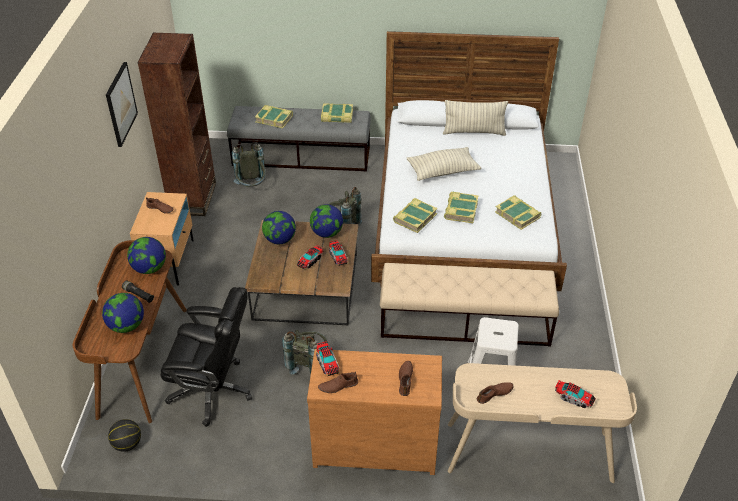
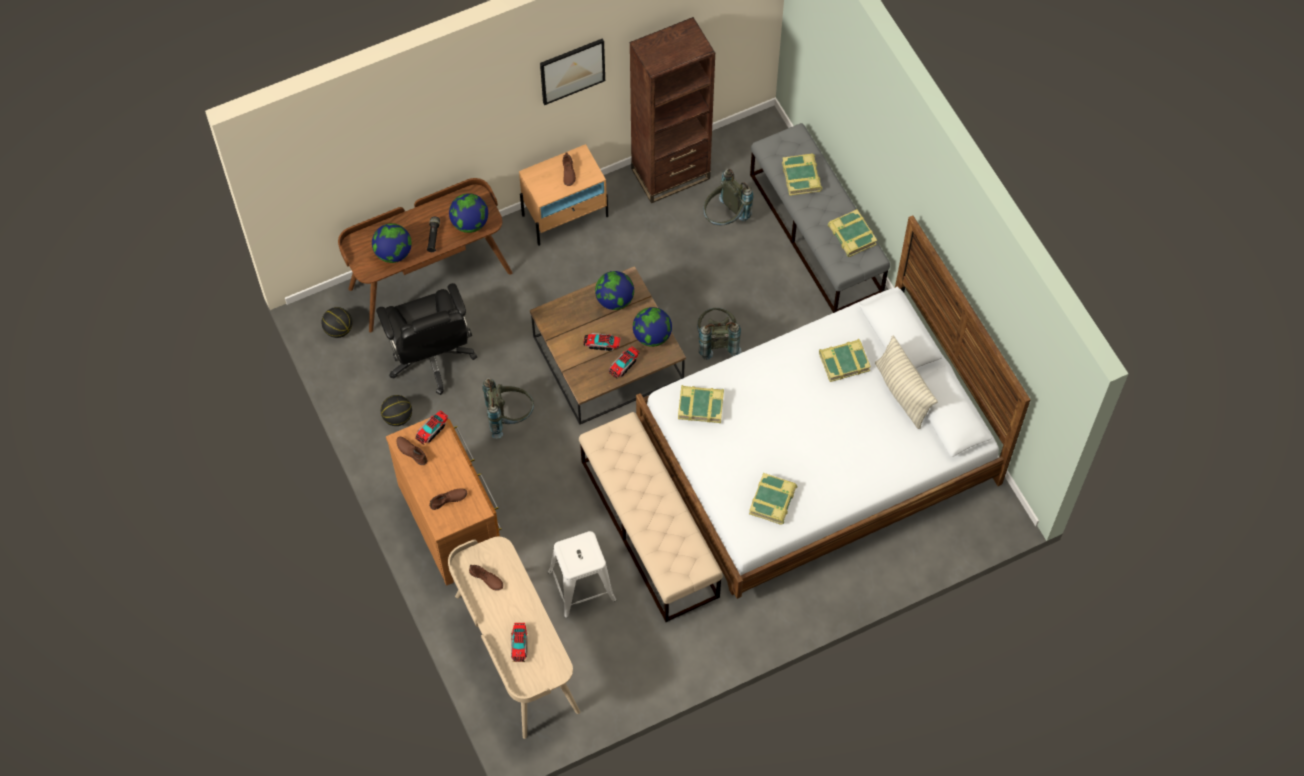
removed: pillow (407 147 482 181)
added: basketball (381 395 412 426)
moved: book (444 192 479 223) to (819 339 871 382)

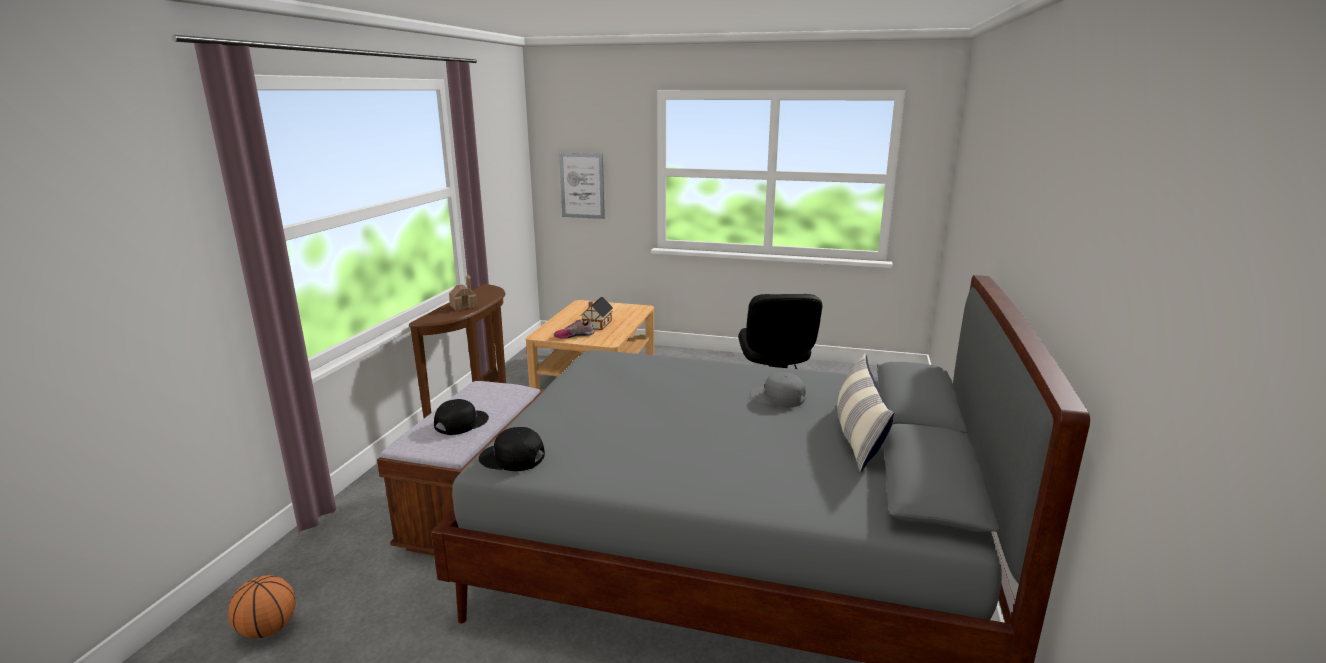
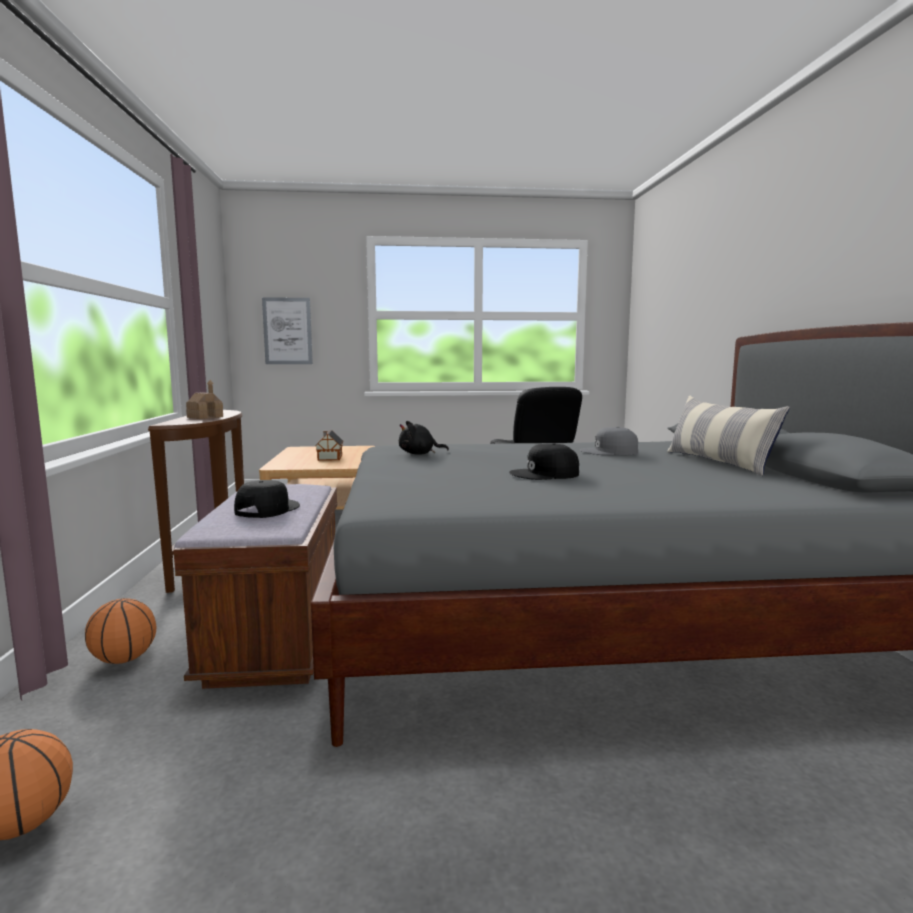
removed: low shoe (554 319 594 339)
added: basketball (85 598 156 664); blackish soft toy (399 421 449 455)
moved: blackish peaked cap (479 427 545 471) to (509 443 579 480)

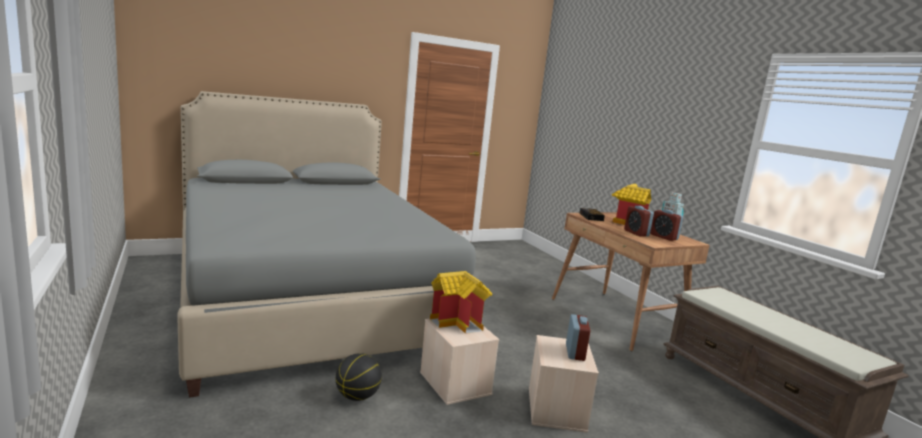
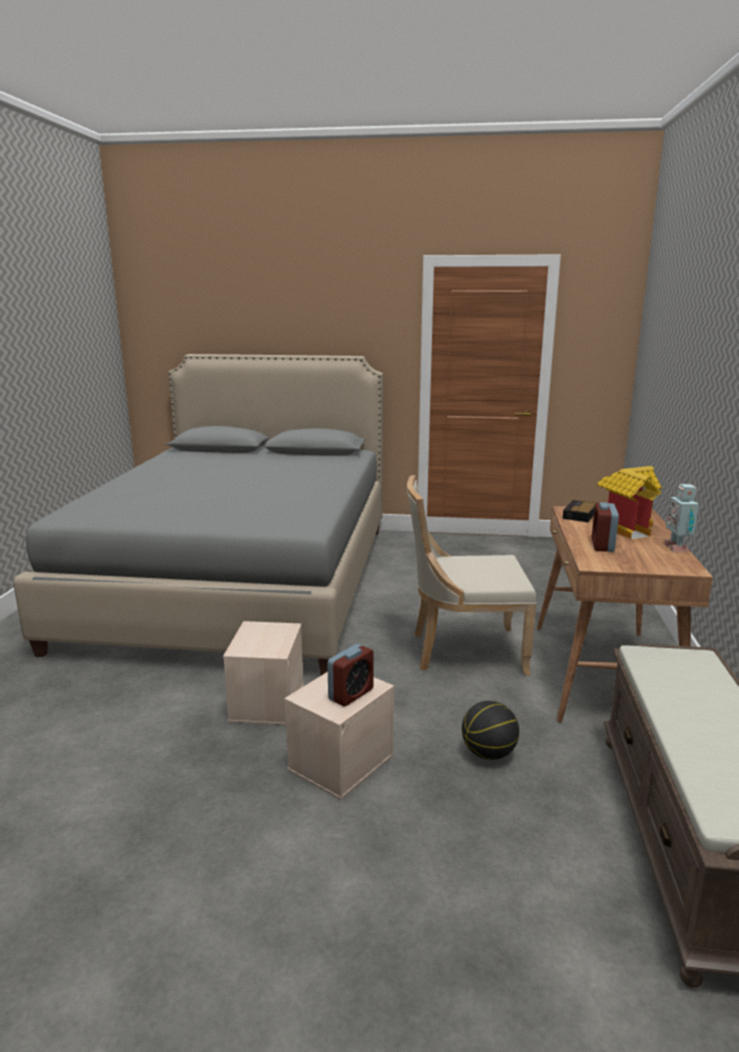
removed: miniature house (430 271 492 334); bedside clock (650 210 683 241)
added: beige-coloured chair (407 475 536 675)
moved: basketball (336 353 382 401) to (462 701 519 760)

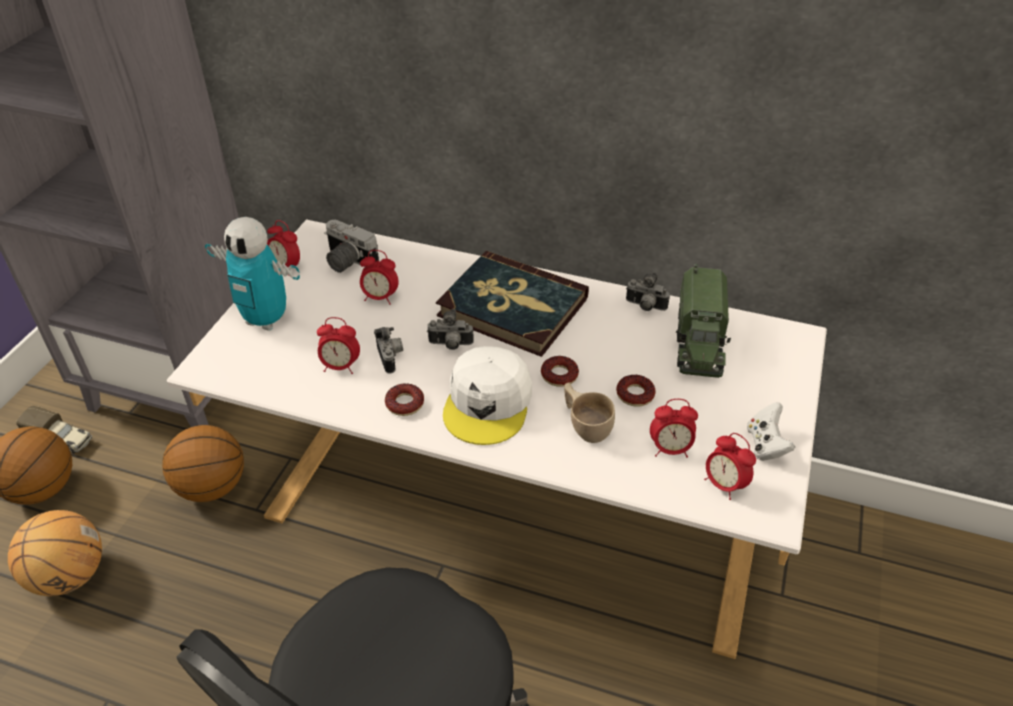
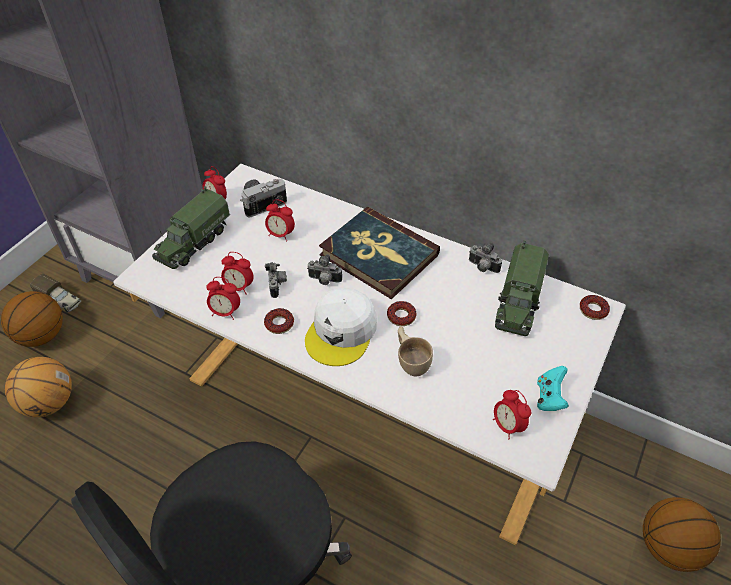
moved: basketball (162 425 244 502) to (643 497 721 572); donut (616 375 655 406) to (580 295 610 320); bedside clock (650 399 698 458) to (206 277 240 320)
replaced: robot figure (205 217 300 331) to toy truck (152 186 230 269)
recoloured: white-coloured joypad (747 402 795 461) to blue-green joypad (537 366 569 411)
turned: still camera (324 220 379 273) = (240 179 287 217) 105 degrees clockwise

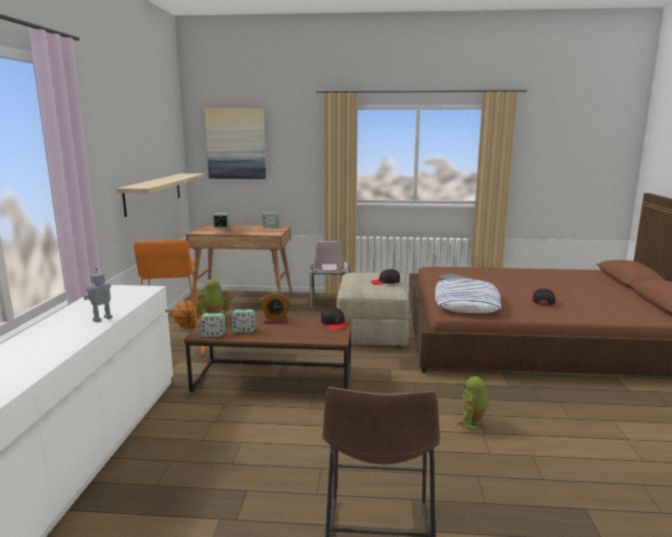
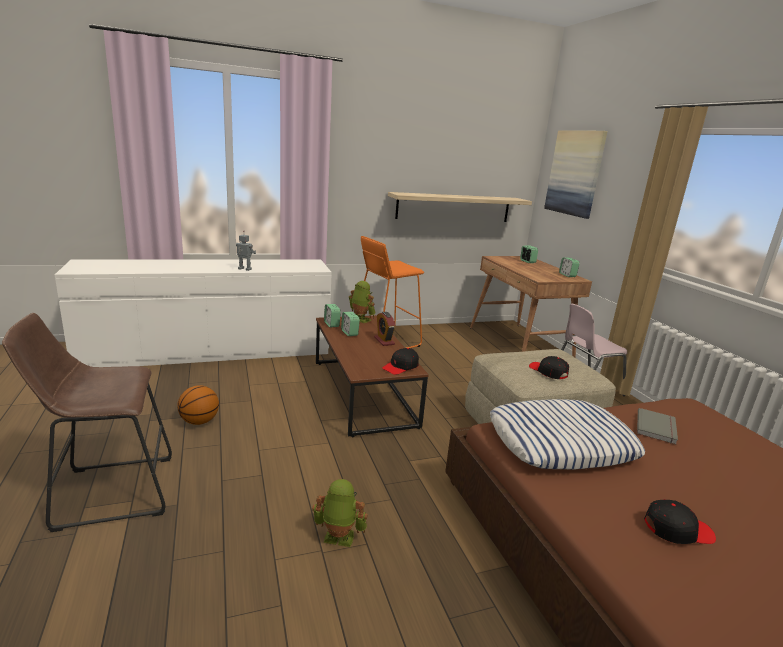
moved: basketball (173 301 199 327) to (178 385 219 425)

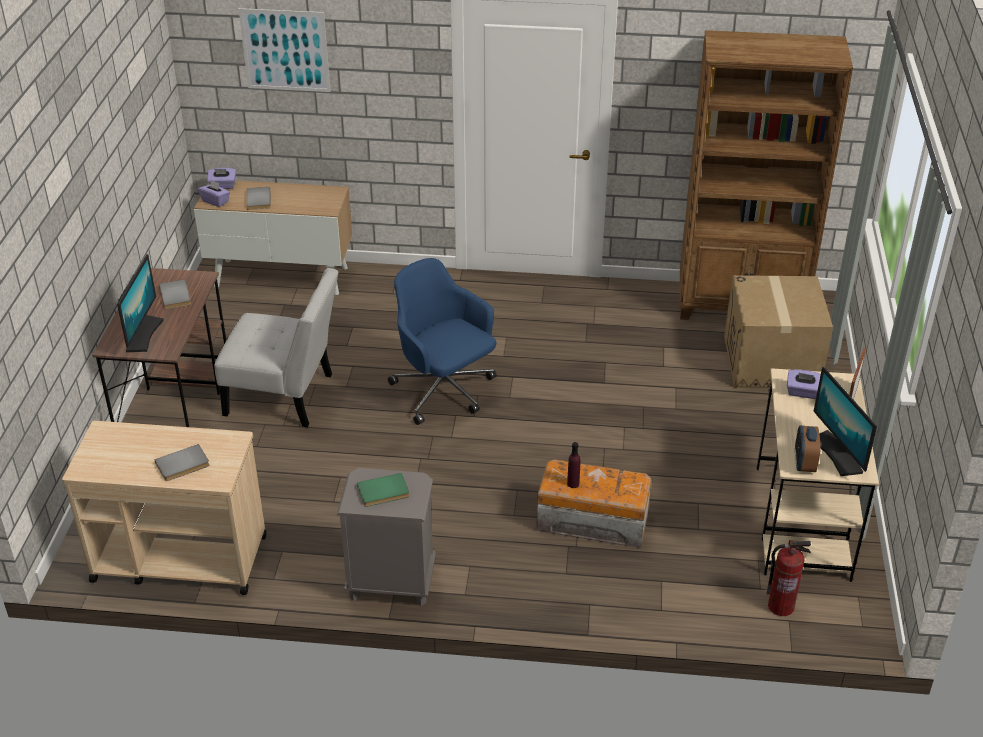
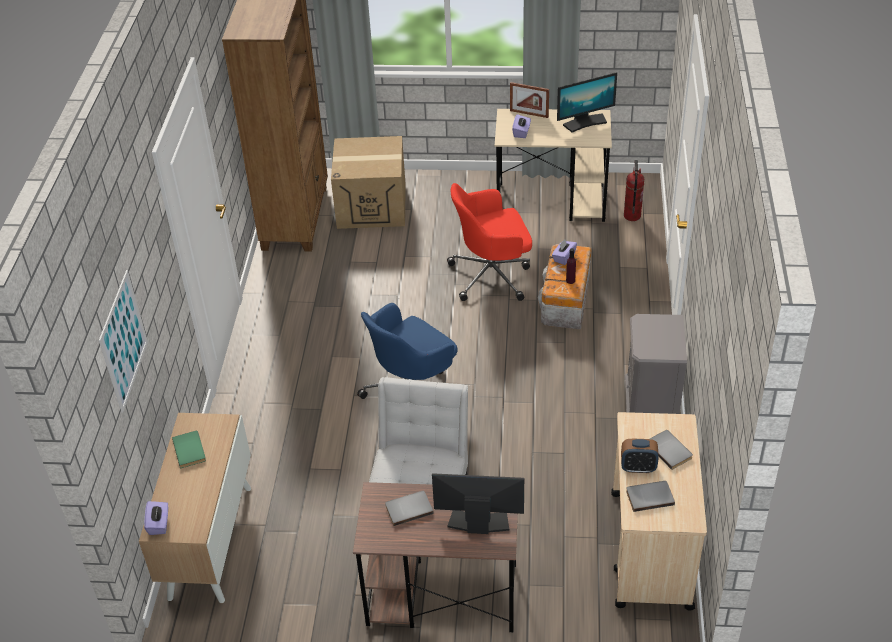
added: reddish desk chair (447 183 532 301)
moved: purple box of tissues (198 180 230 207) to (552 239 577 265); gray book (247 187 271 210) to (626 481 675 512); green book (357 473 409 507) to (172 431 206 468); bedside clock (795 426 821 472) to (621 439 659 473)

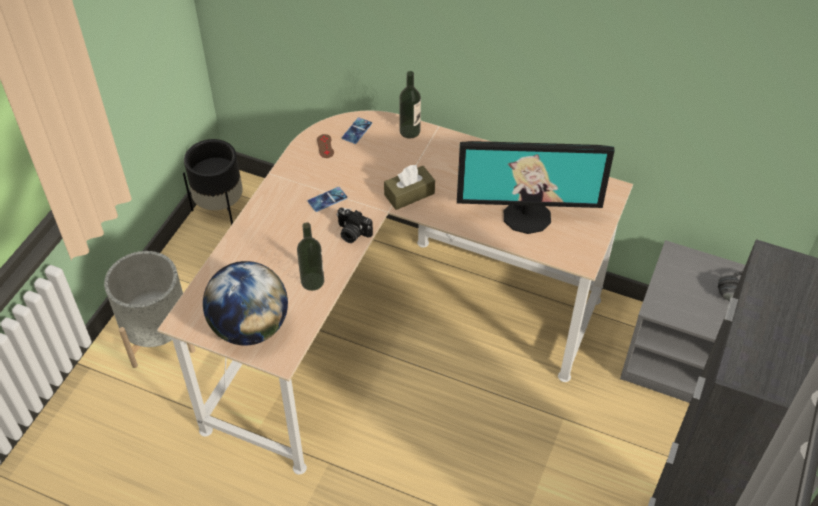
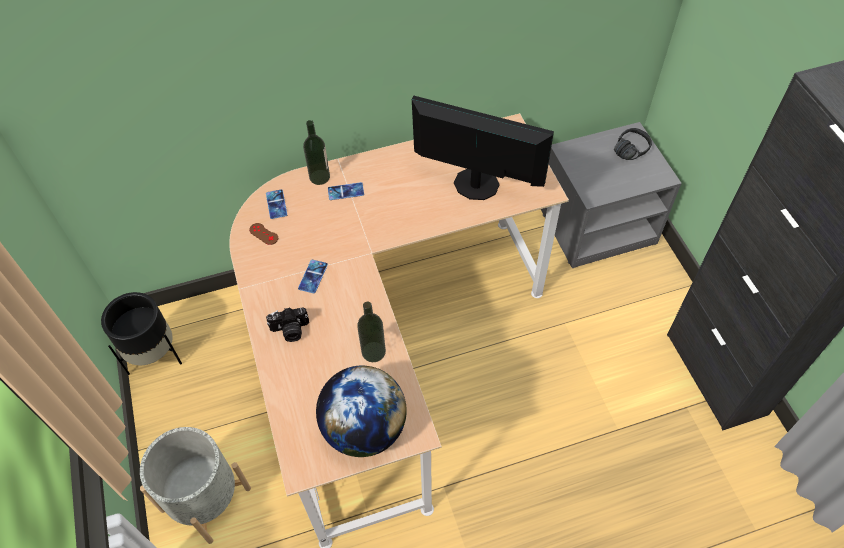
removed: brownish box of tissues (384 165 435 210)
added: telephone (328 182 364 200)
moved: still camera (336 207 373 243) to (266 307 309 342)
turned: computer display (457 141 615 234) = (412 95 554 200) 120 degrees counterclockwise

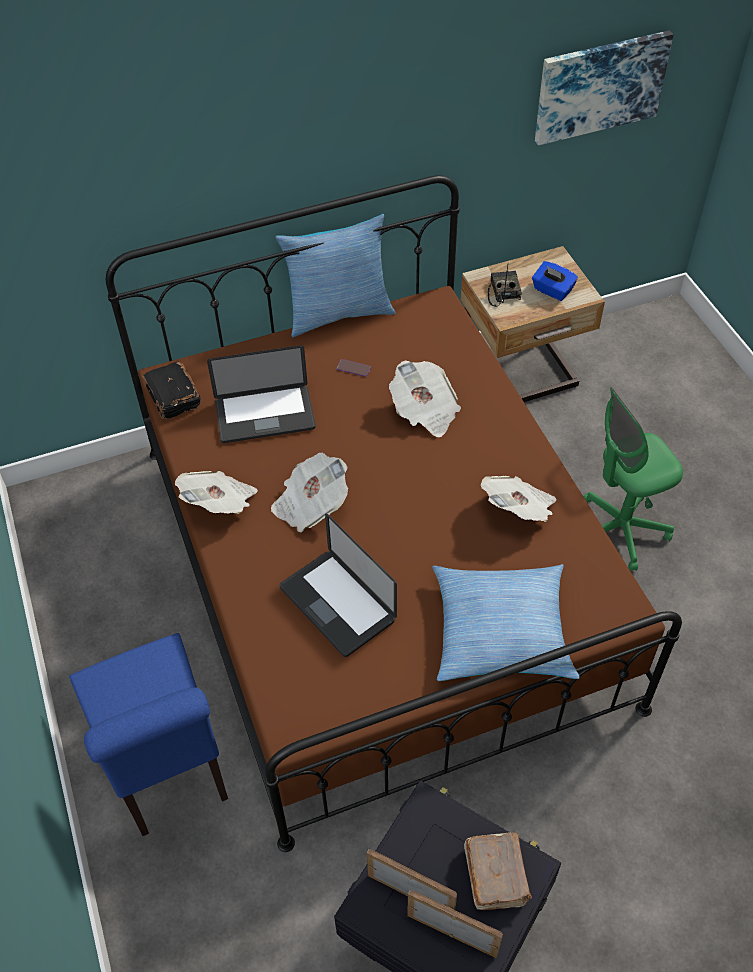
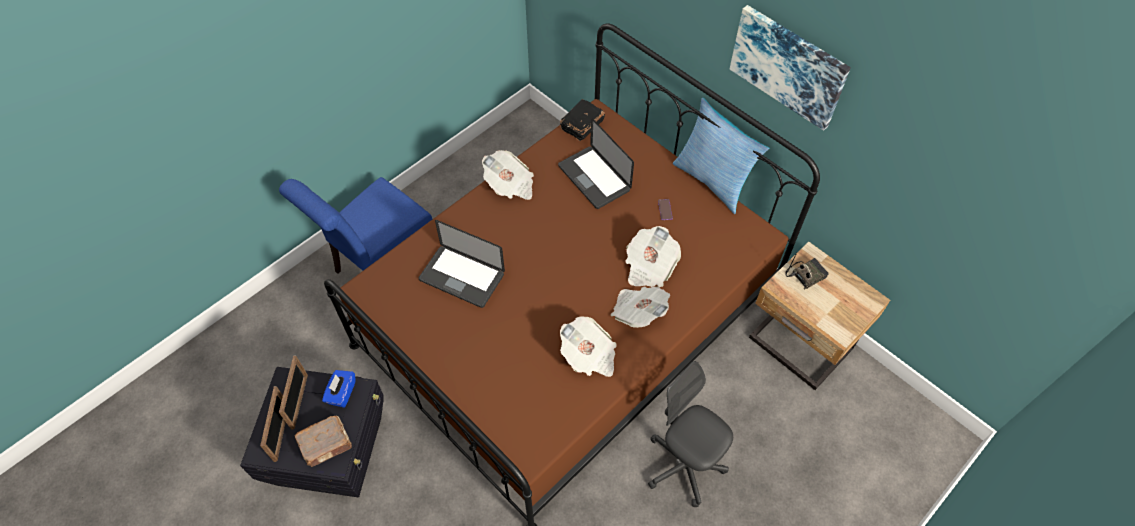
removed: pillow (432 564 580 681)
moved: daily paper (271 453 348 533) to (610 286 670 328); bluish box of tissues (532 261 578 301) to (322 370 355 408); picture (535 31 673 145) to (730 5 851 131)
recoloured: green desk chair (583 387 683 571) to gray desk chair (648 361 733 507)
turned: laptop (279 513 397 657) = (419 220 505 308) 90 degrees counterclockwise

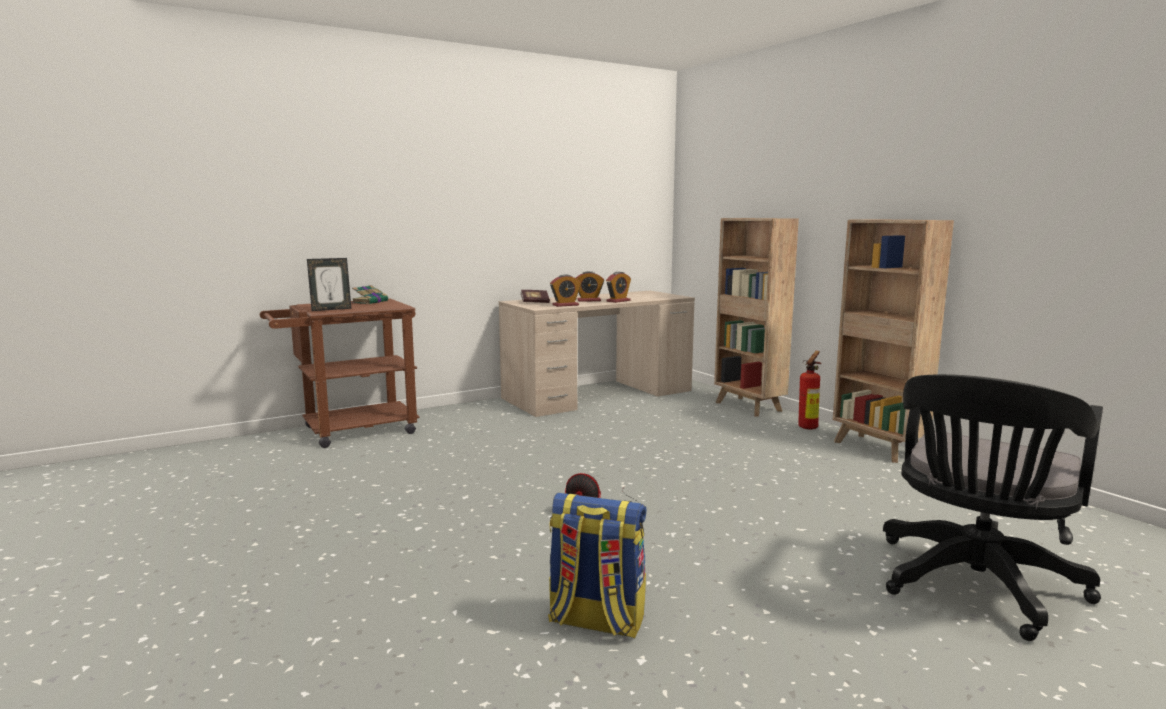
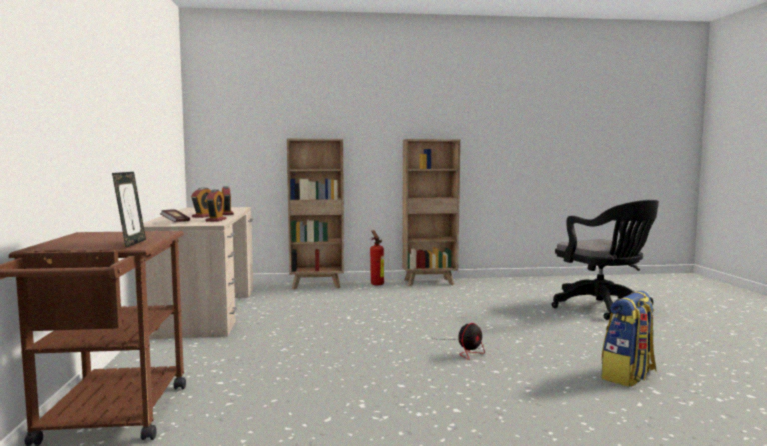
removed: book (352 285 388 304)

